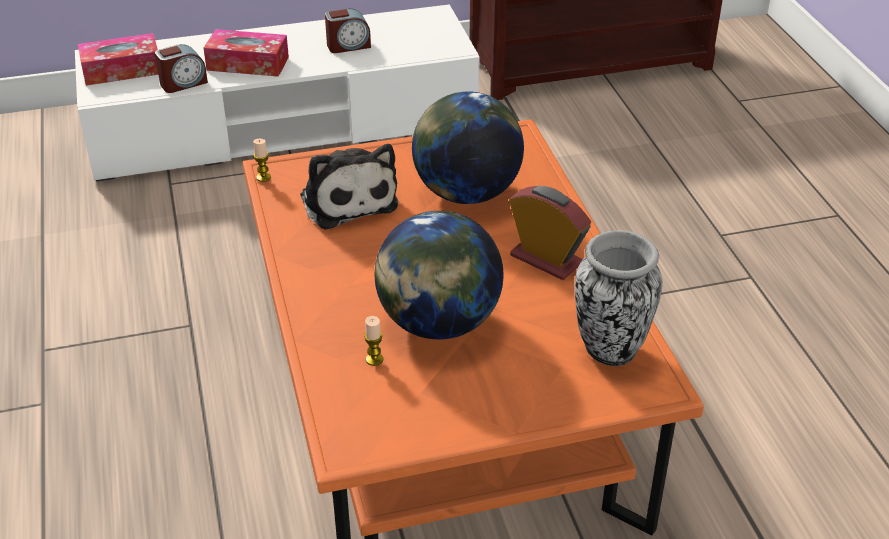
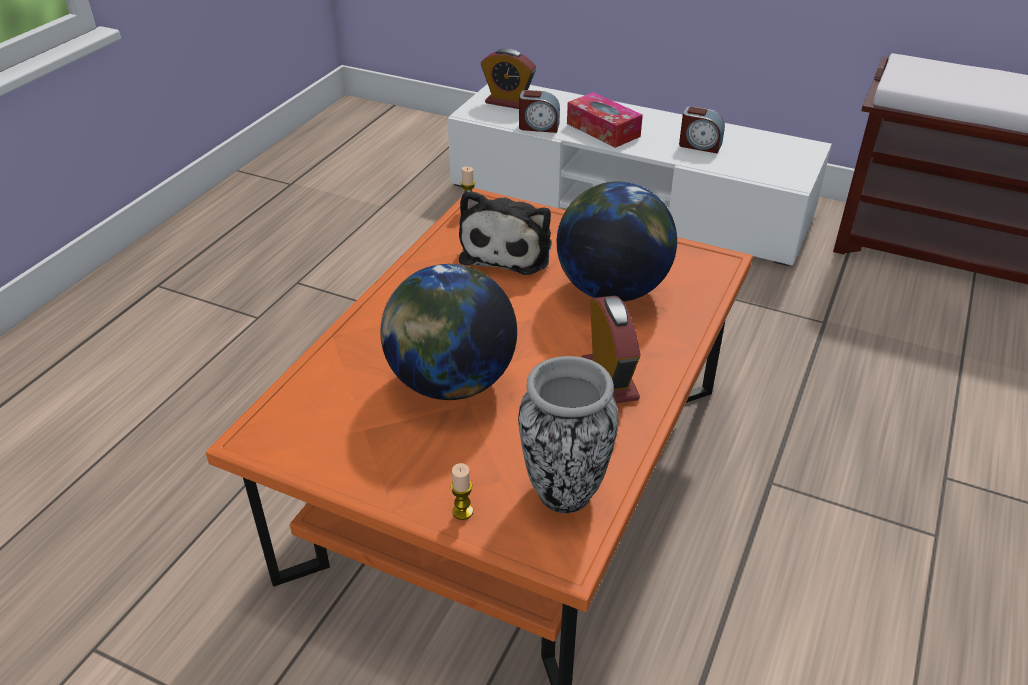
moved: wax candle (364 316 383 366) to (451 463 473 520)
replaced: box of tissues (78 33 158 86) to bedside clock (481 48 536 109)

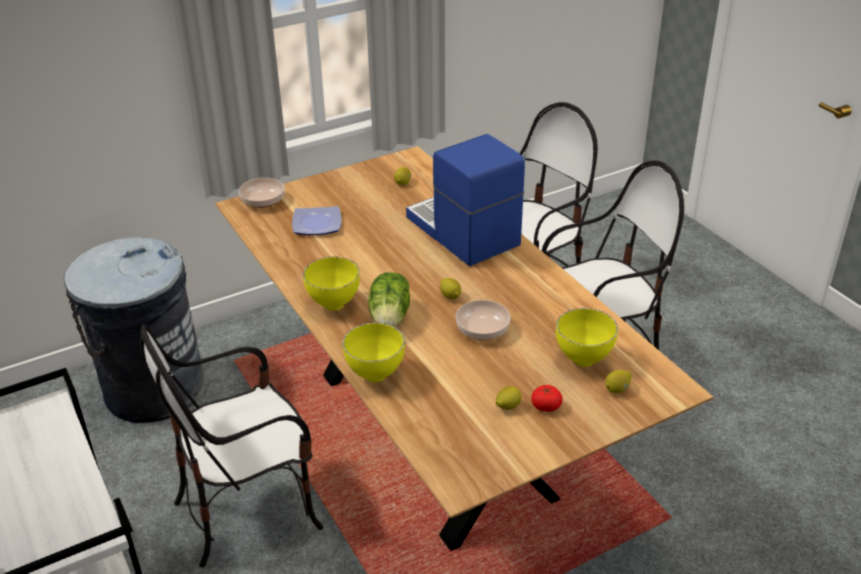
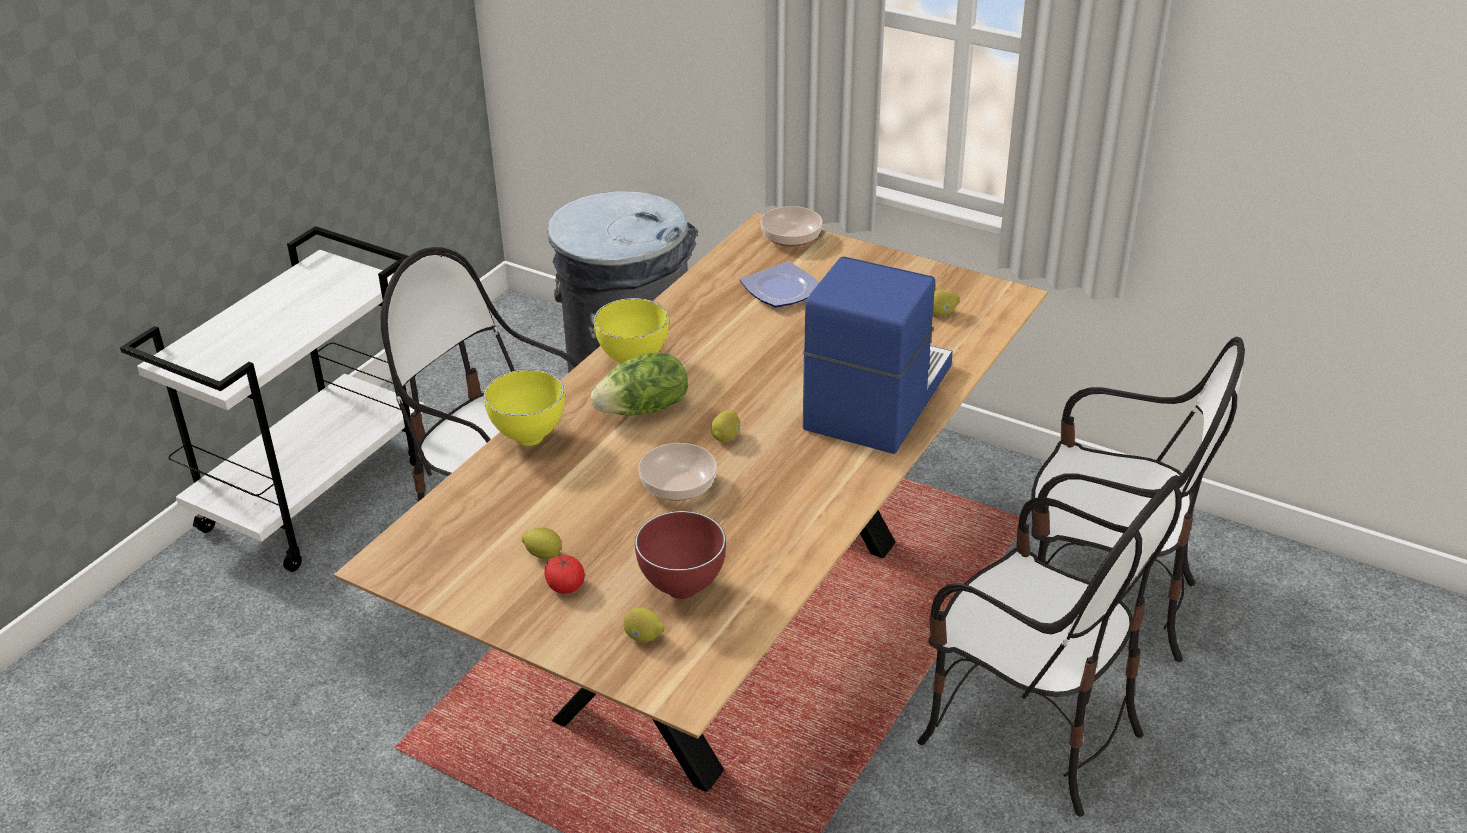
recoloured: yellow-coloured bowl (556 308 618 367) to reddish bowl (635 511 726 599)

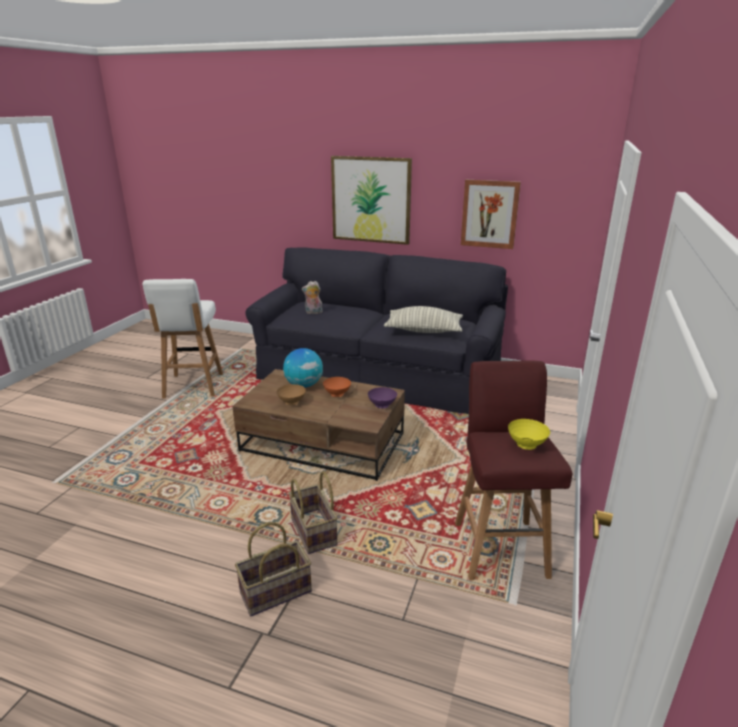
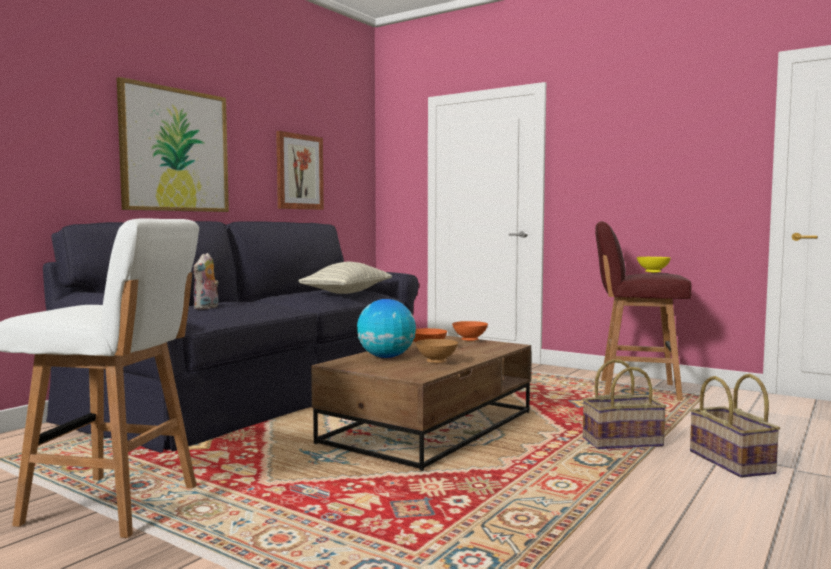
recoloured: purple bowl (368 387 397 409) to orange-coloured bowl (452 321 488 341)

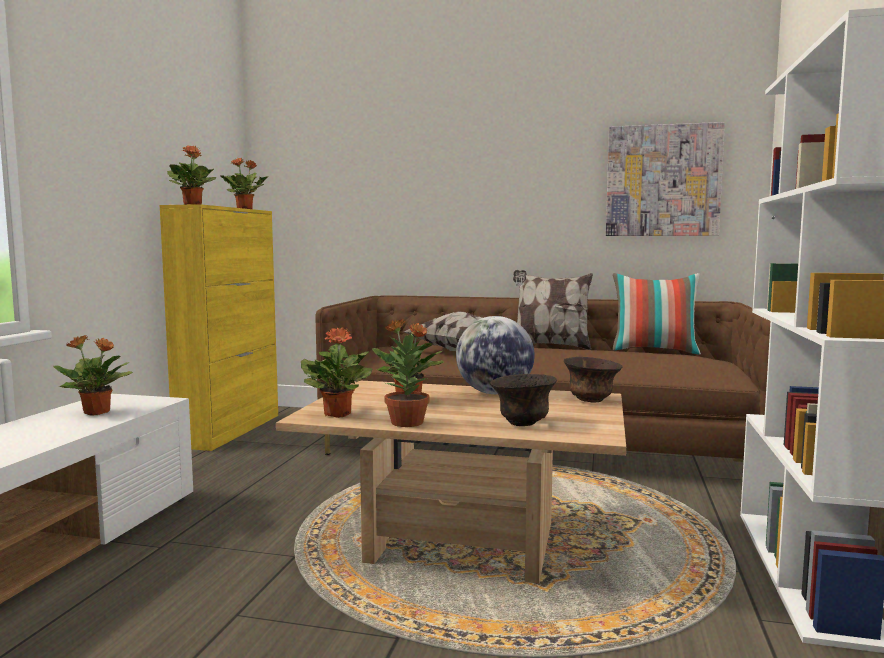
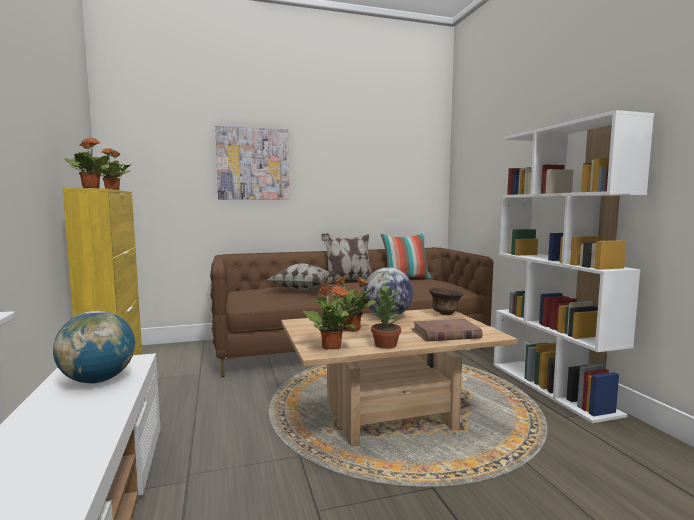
moved: picture (606 122 725 236) to (215 126 289 200)
replaced: houseplant (53 335 133 416) to globe (53 311 135 384); brownish bowl (490 374 557 426) to brownish book (412 319 483 342)

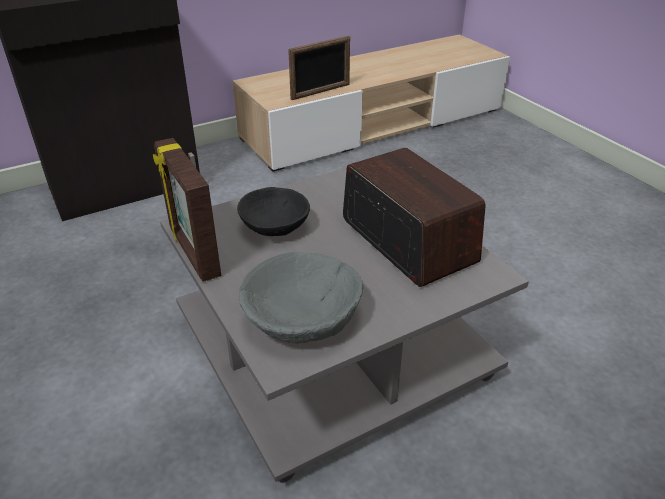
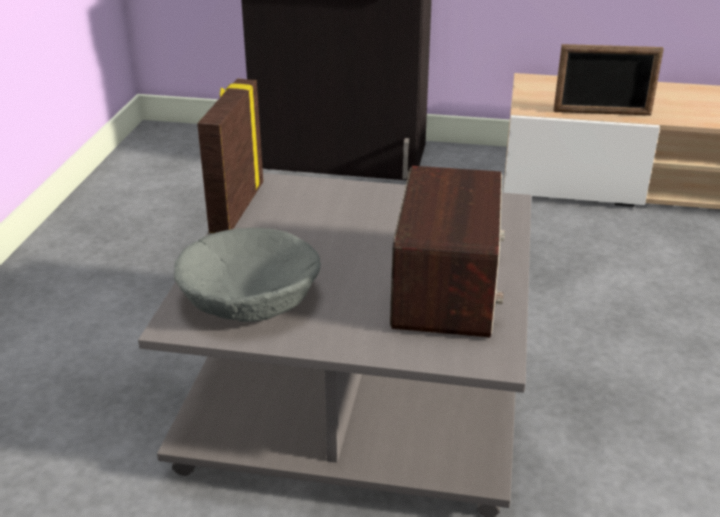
removed: blackish bowl (237 187 310 236)

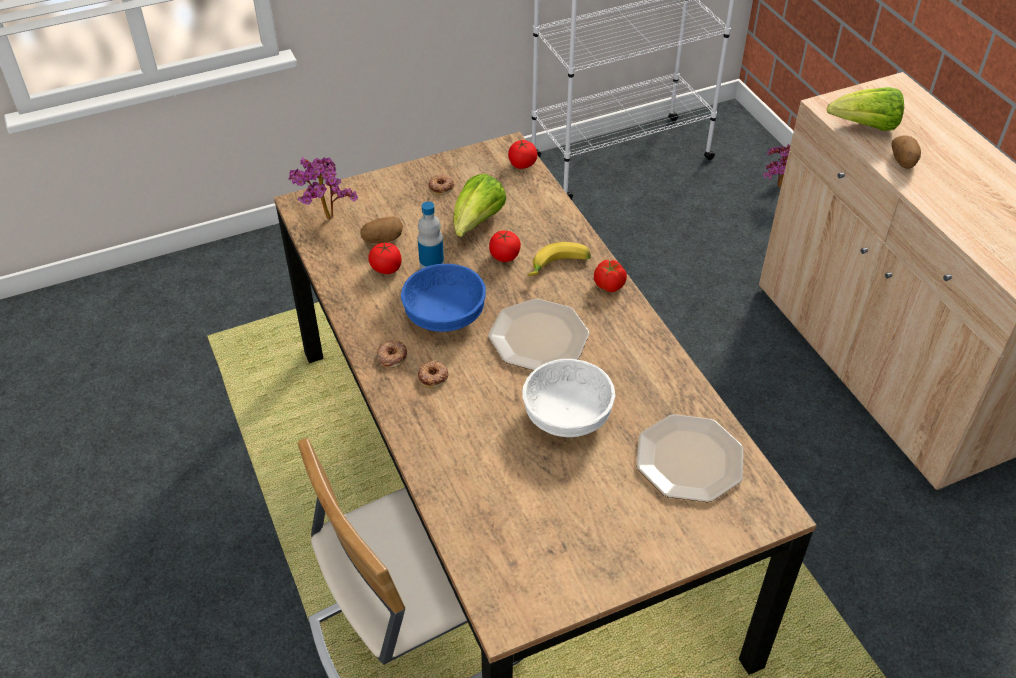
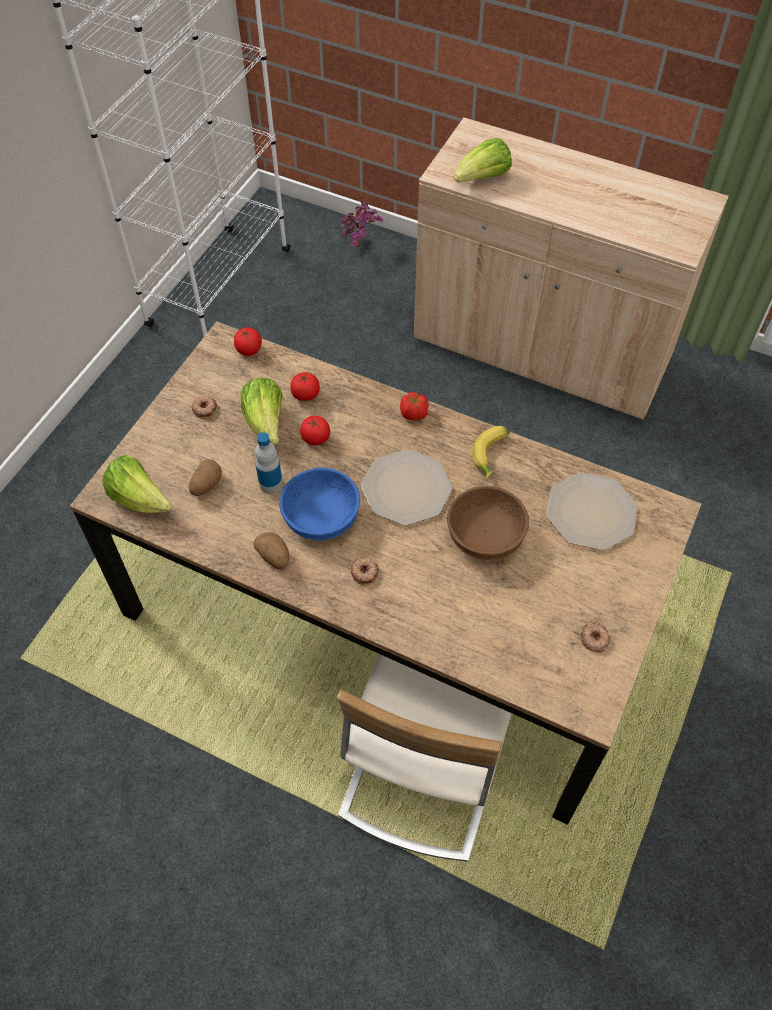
moved: whole tomato (368 243 402 274) to (290 372 320 401); donut (377 340 407 368) to (580 622 610 653); banana (527 242 591 276) to (472 426 510 480); spud (892 135 921 169) to (253 532 289 570)
replaced: houseplant (288 157 358 220) to head of lettuce (103 455 173 513)
recoloured: white-coloured bowl (522 359 616 437) to brownish bowl (447 486 529 560)

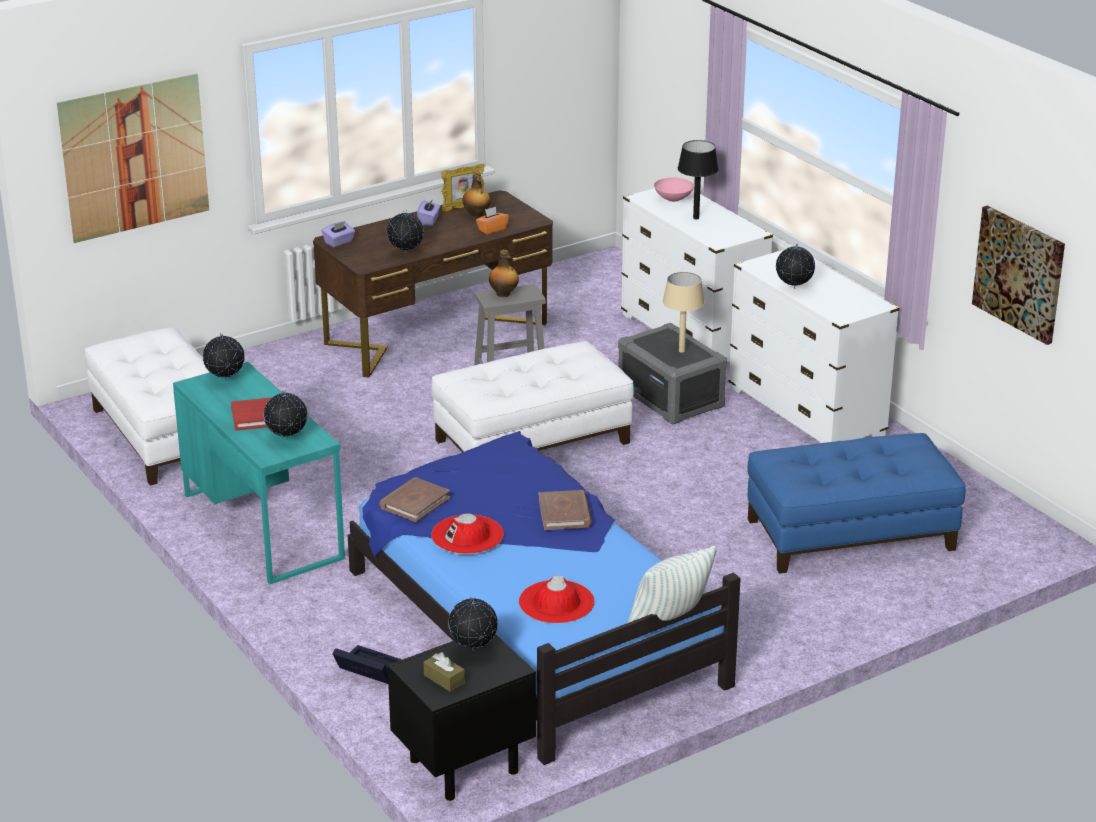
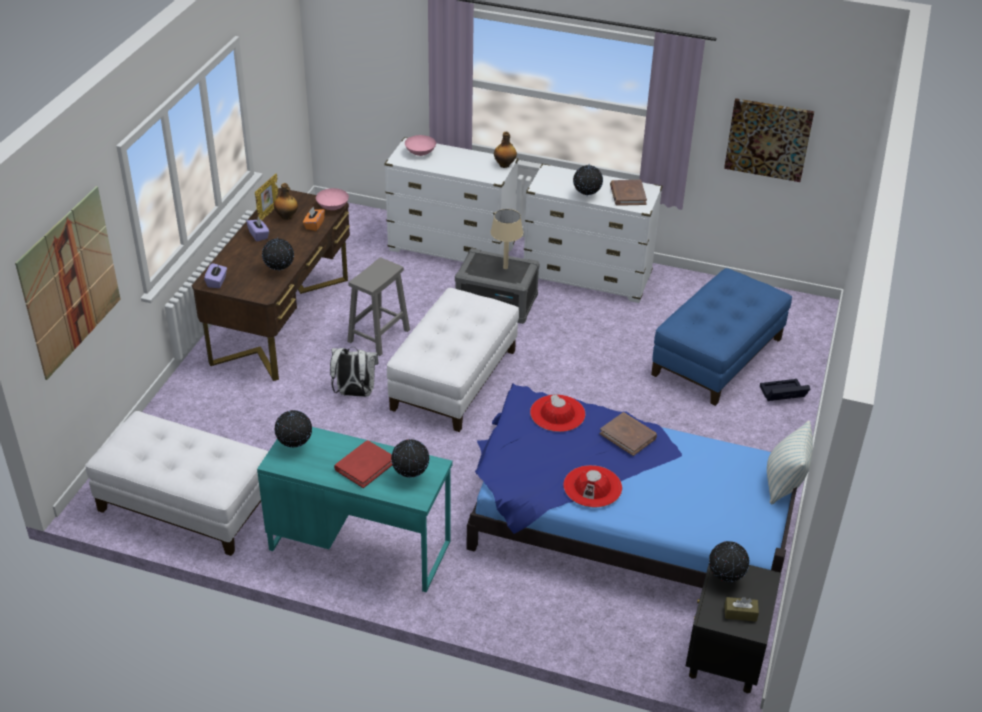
removed: blackish tabletop lamp (678 140 719 219)
added: pink-coloured bowl (316 188 349 210); white-coloured knapsack (330 347 378 397)
moved: blackish storage box (332 645 402 684) to (760 379 810 401); brownish book (379 477 450 522) to (610 180 647 206); beverage bottle (489 250 519 297) to (494 132 517 168); reddish hat (519 575 595 623) to (530 394 585 432)

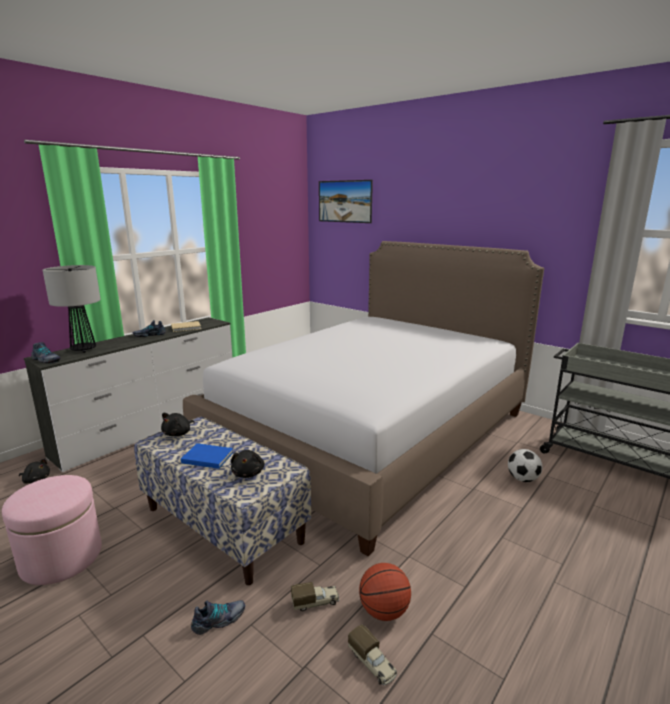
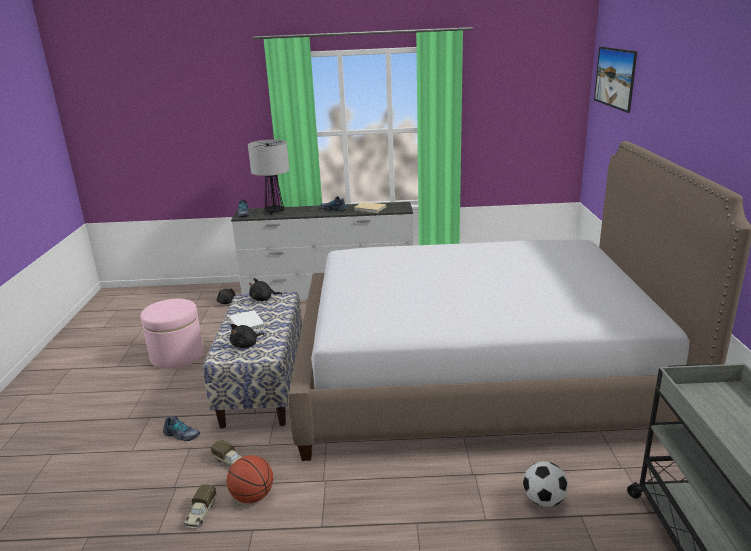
recoloured: bluish book (181 443 233 469) to white-coloured book (230 310 265 330)

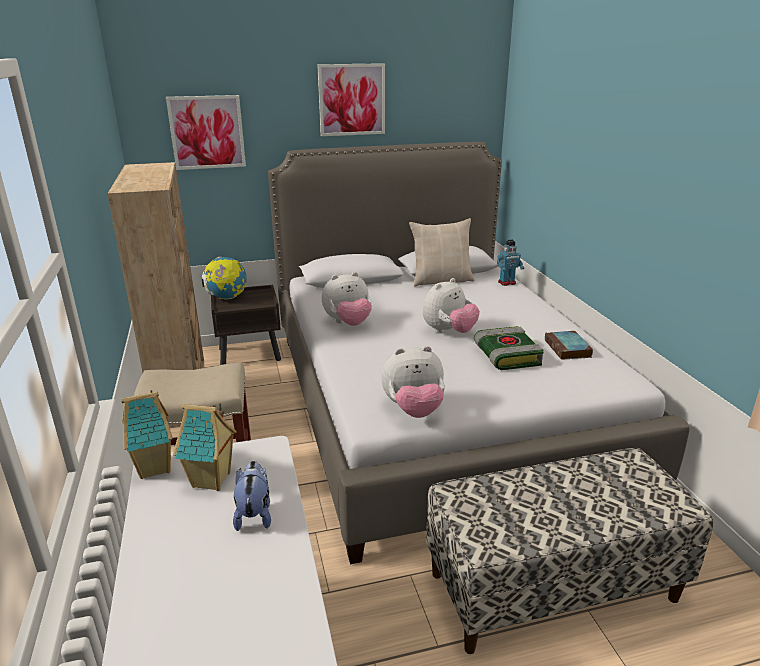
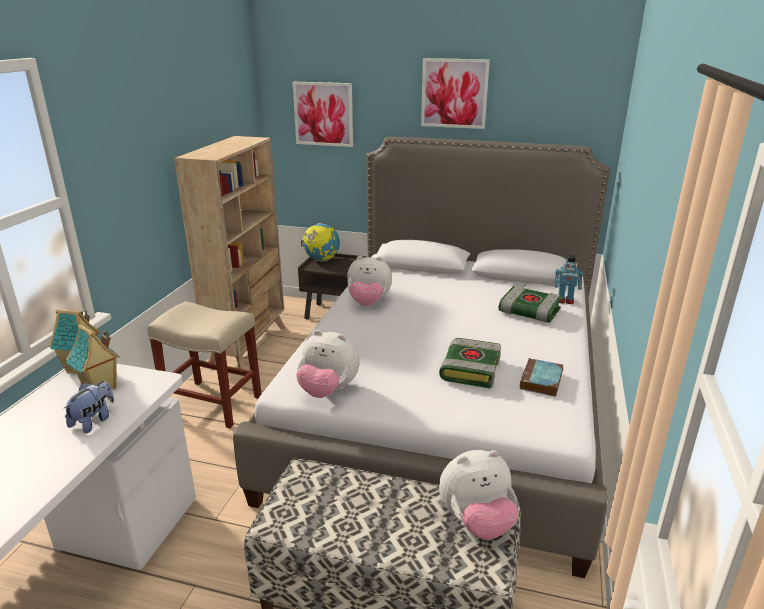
removed: beige-coloured pillow (409 218 475 286)
added: book (499 286 562 323)
moved: soft toy (423 278 480 333) to (439 450 519 540)

